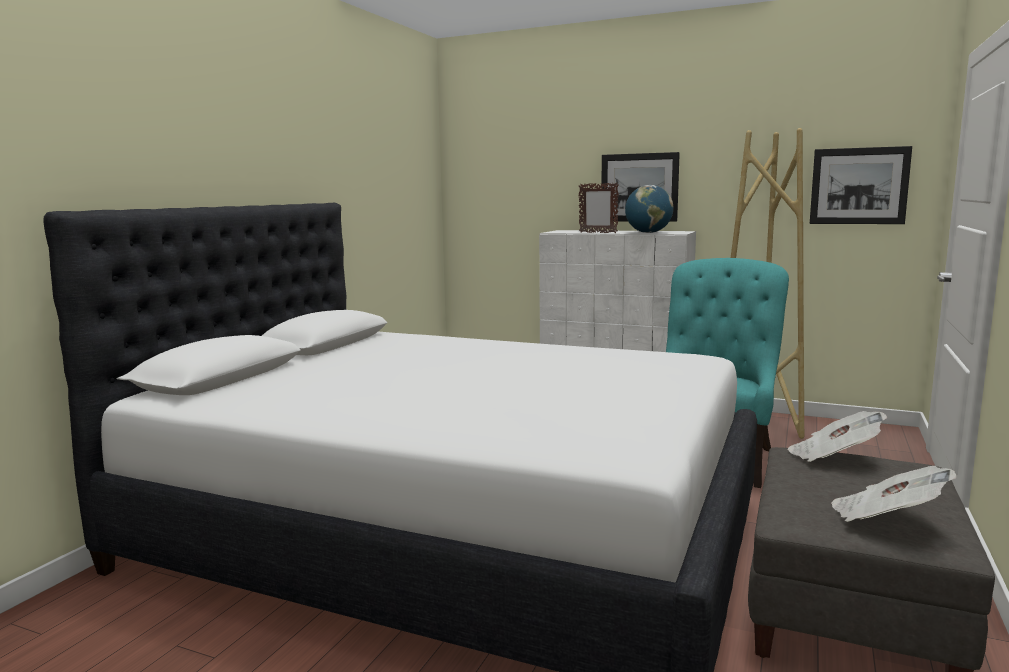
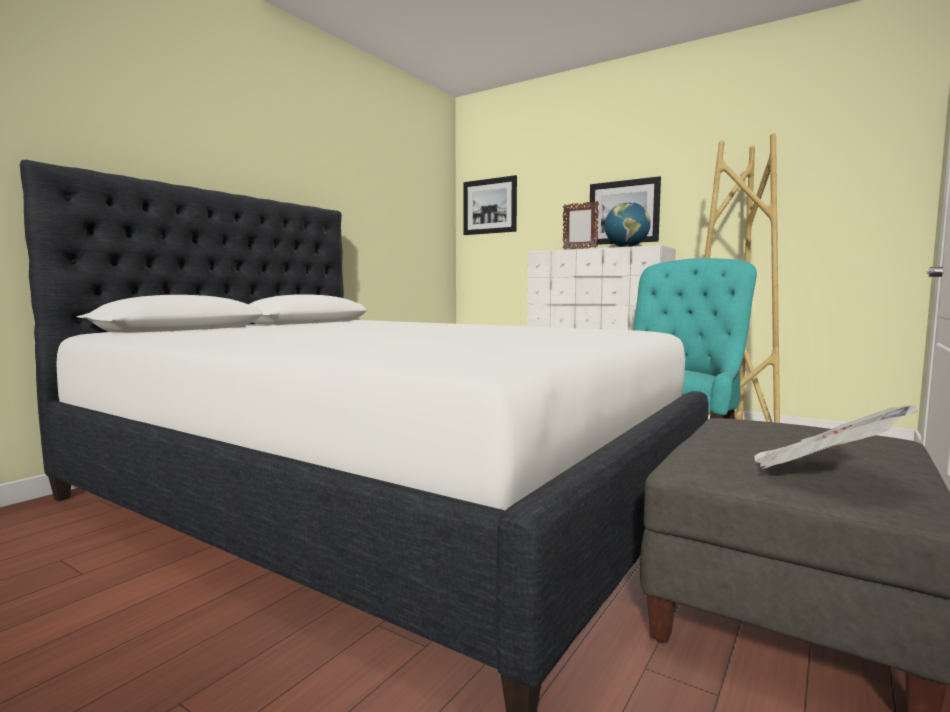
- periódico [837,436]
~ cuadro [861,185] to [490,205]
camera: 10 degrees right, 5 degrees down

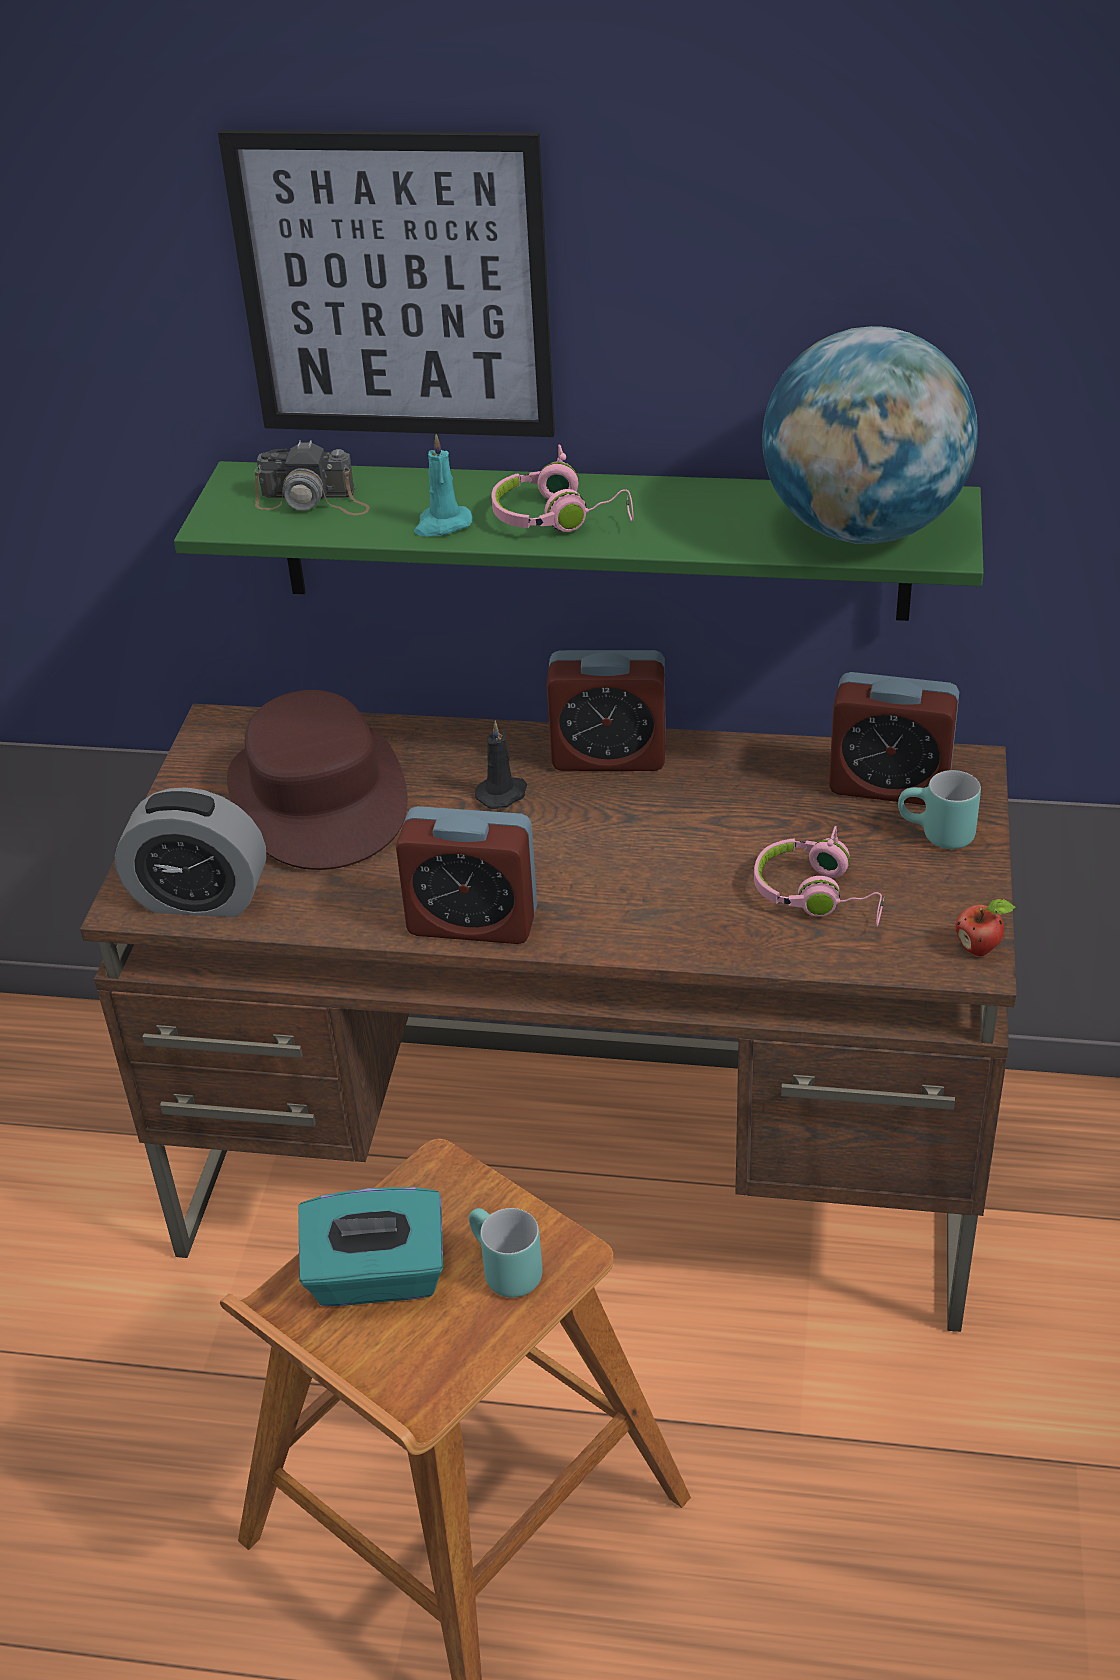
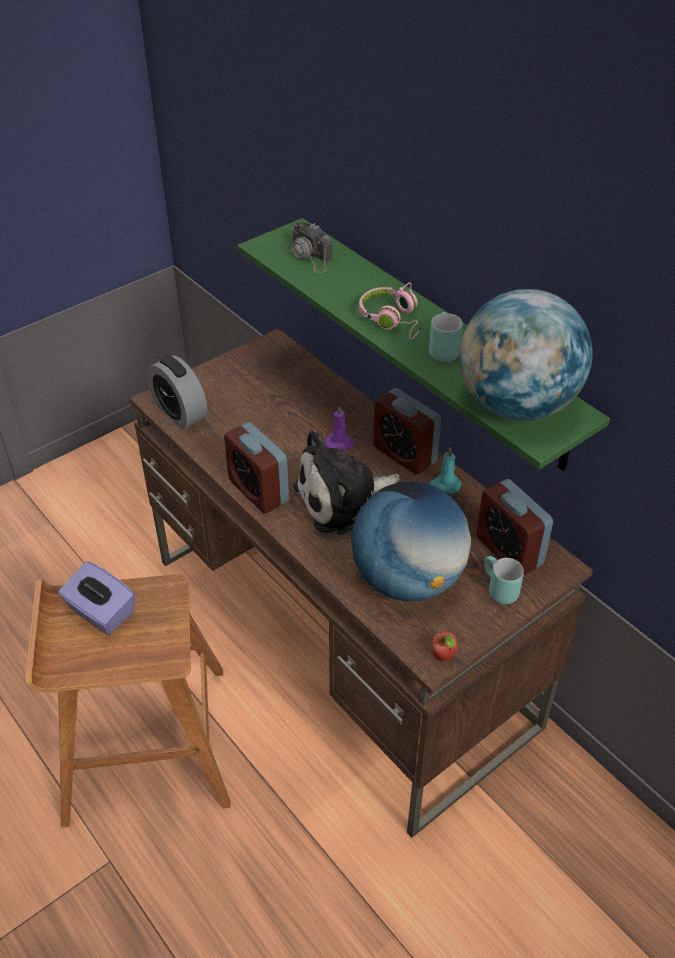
- cuadro [386,283]
- sombrero [marrón] [317,780]
~ caja de pañuelos [turquesa] [370,1246] to caja de pañuelos [morado] [96,598]
~ vela [turquesa] [443,485] to [445,470]
~ taza grande [turquesa] [505,1253] to [446,337]
~ vela [negro] [501,765] to vela [morado] [340,427]
~ auriculares [rosa] [819,876] to globo terráqueo [411,541]
+ peluche [346,482]
camera: 40 degrees right, 5 degrees up

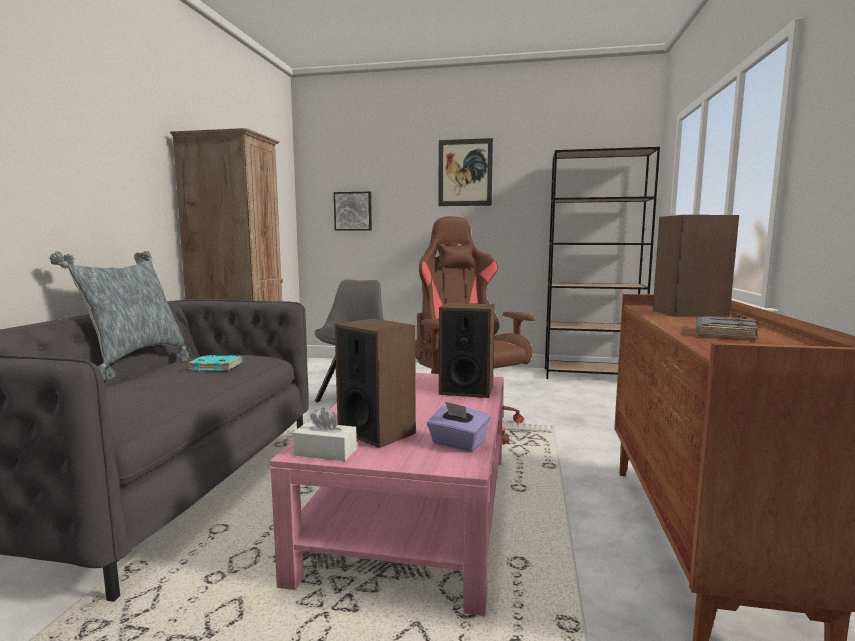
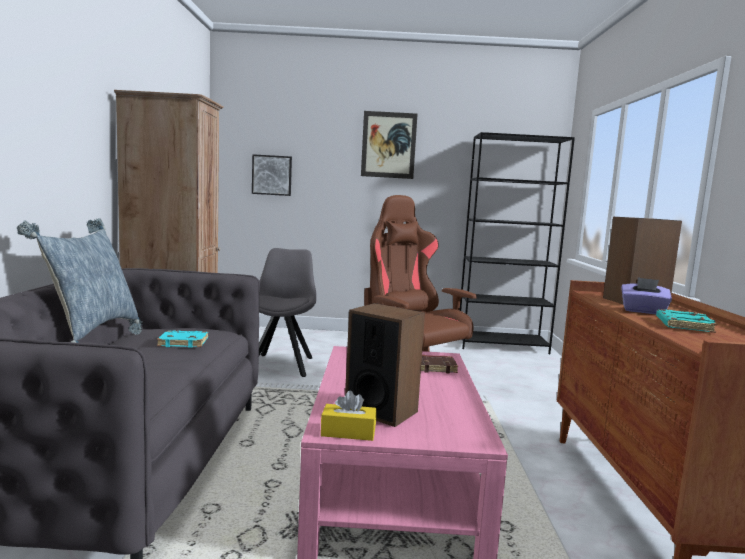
~ caja de pañuelos [blanco] [325,434] to caja de pañuelos [amarillo] [348,416]
~ caja de pañuelos [morado] [458,427] to [646,296]
~ altavoz [466,350] to libro [marrón] [439,364]
~ estantería [beis] [602,263] to estantería [negro] [517,243]
~ libro [gris] [727,327] to libro [turquesa] [686,321]
camera: 10 degrees left, 0 degrees up

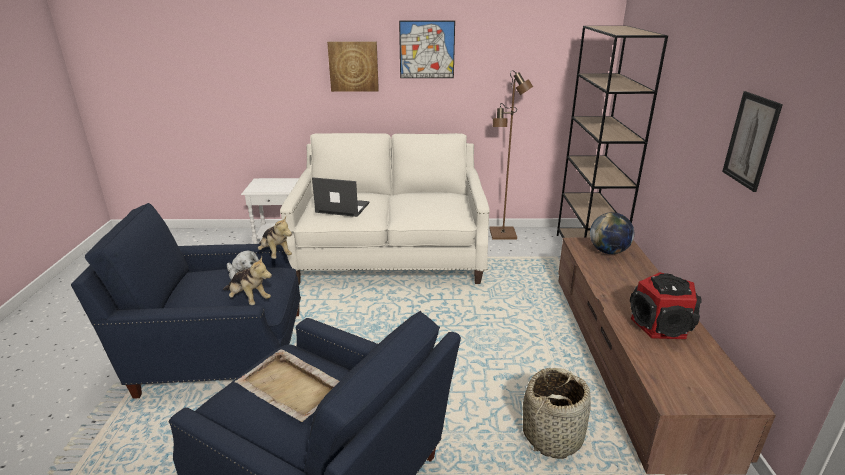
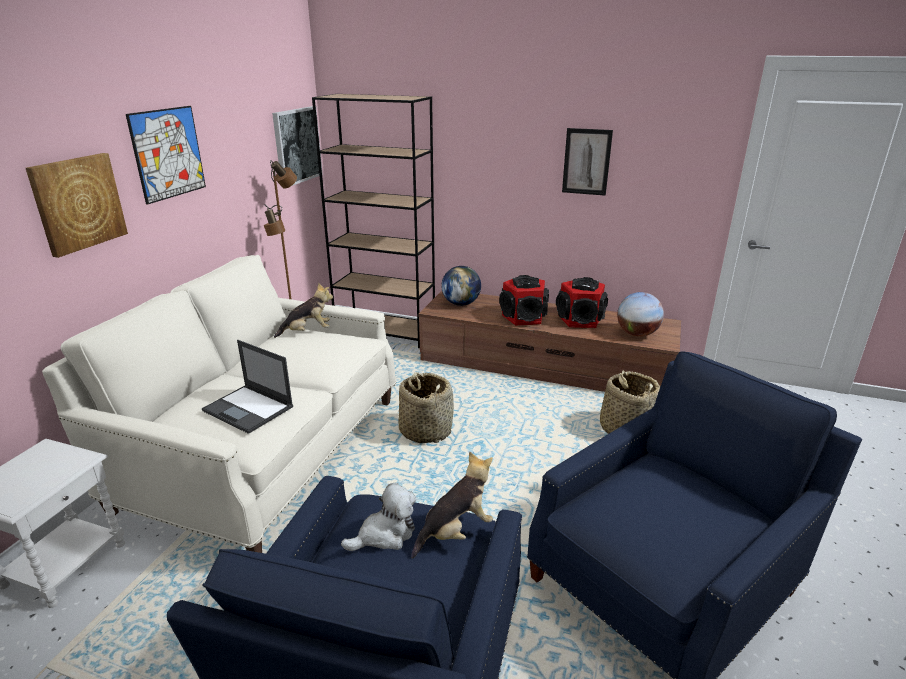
- bandeja [beis] [287,385]
~ peluche [275,237] to [303,310]
~ portátil [340,197] = [247,387] 90 degrees counterclockwise
+ cuadro [297,146]
+ cesta [426,407]
+ altavoz [524,300]
+ globo terráqueo [640,314]
camera: 70 degrees left, 0 degrees up

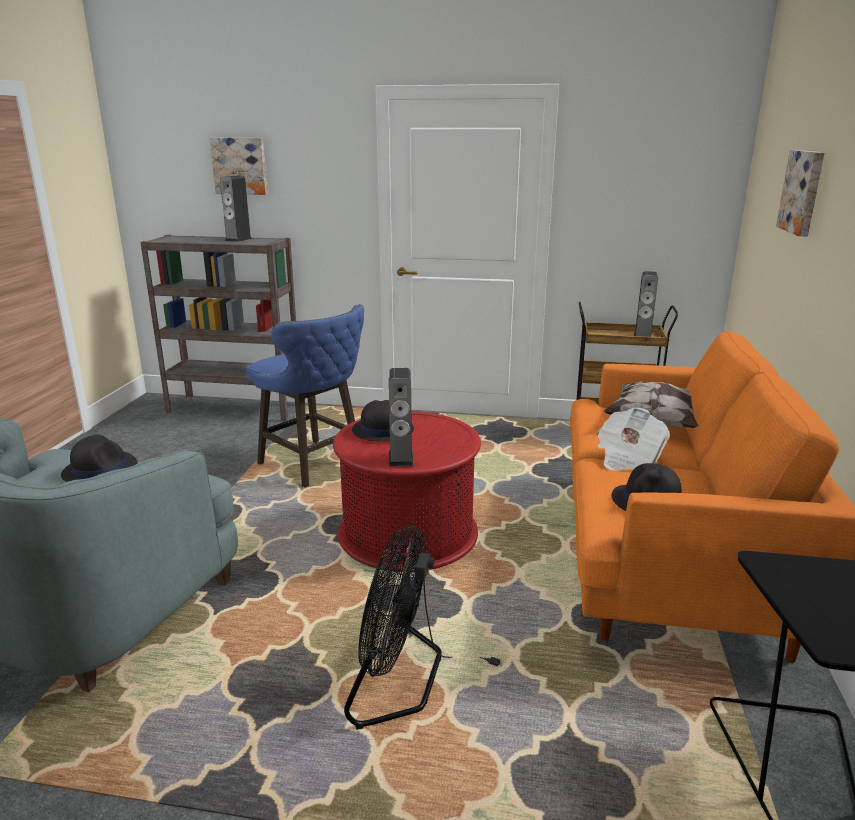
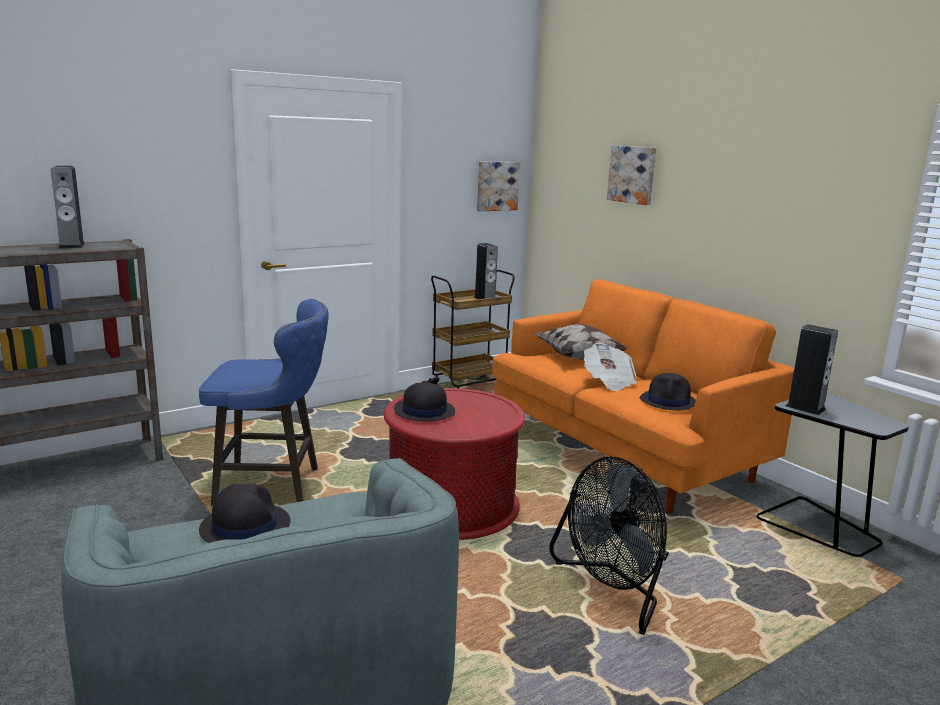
~ cuadro [238,166] to [498,187]
~ altavoz [401,417] to [812,369]
camera: 45 degrees left, 5 degrees down

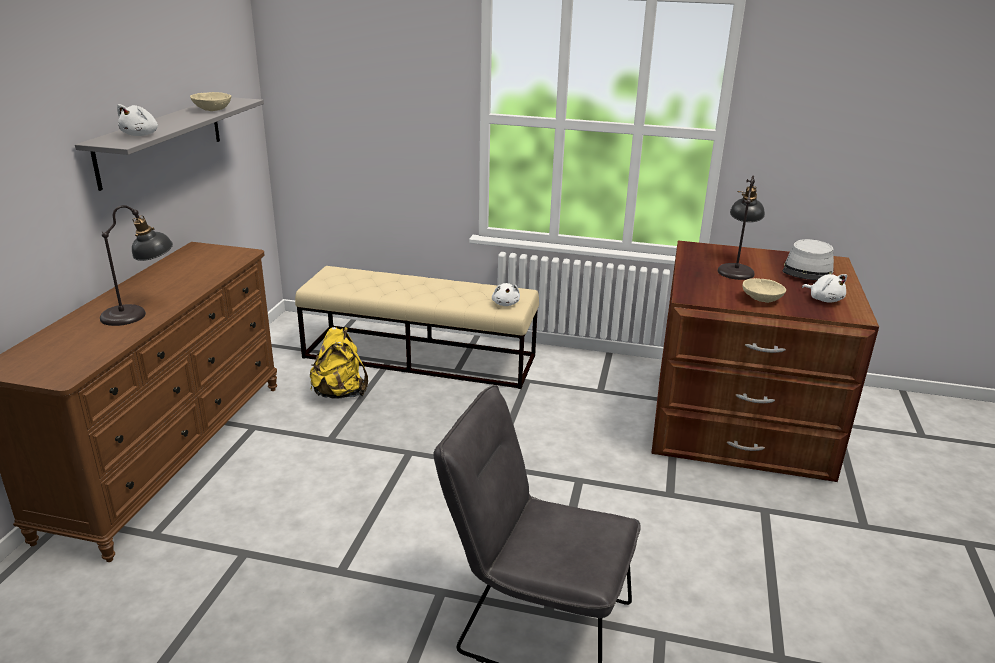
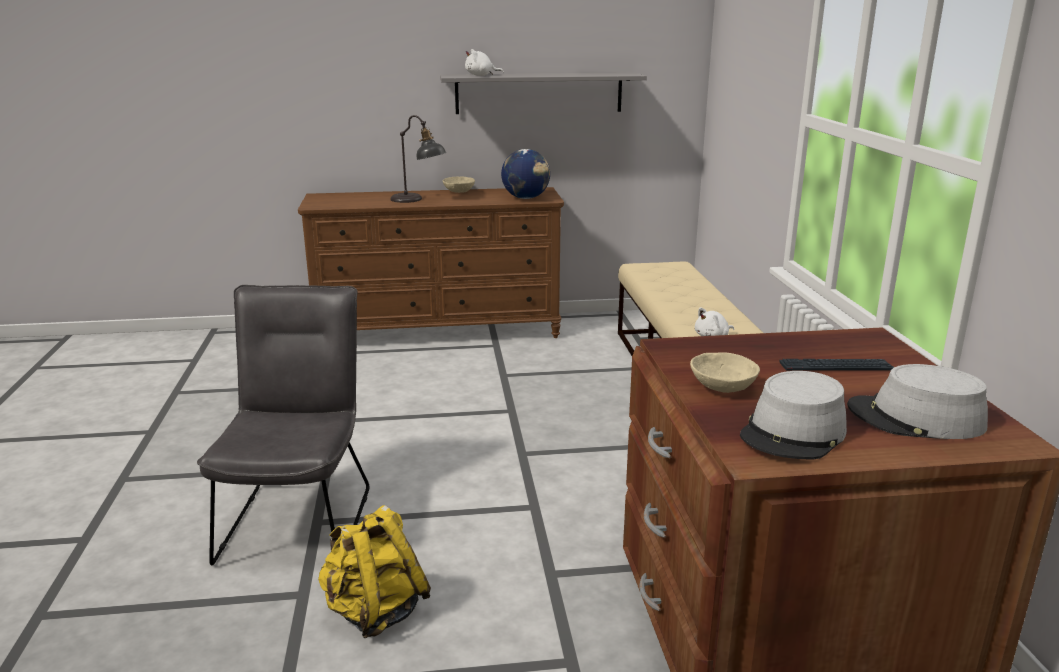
~ cuenco [beis] [210,101] to [459,185]
~ mochila [amarillo] [339,363] to [374,571]
~ lámpara de mesa [gris] [741,228] to teclado [836,364]
~ peluche [blanco] [824,288] to sombrero [gris] [793,415]
+ globo terráqueo [525,174]
camera: 70 degrees right, 5 degrees down

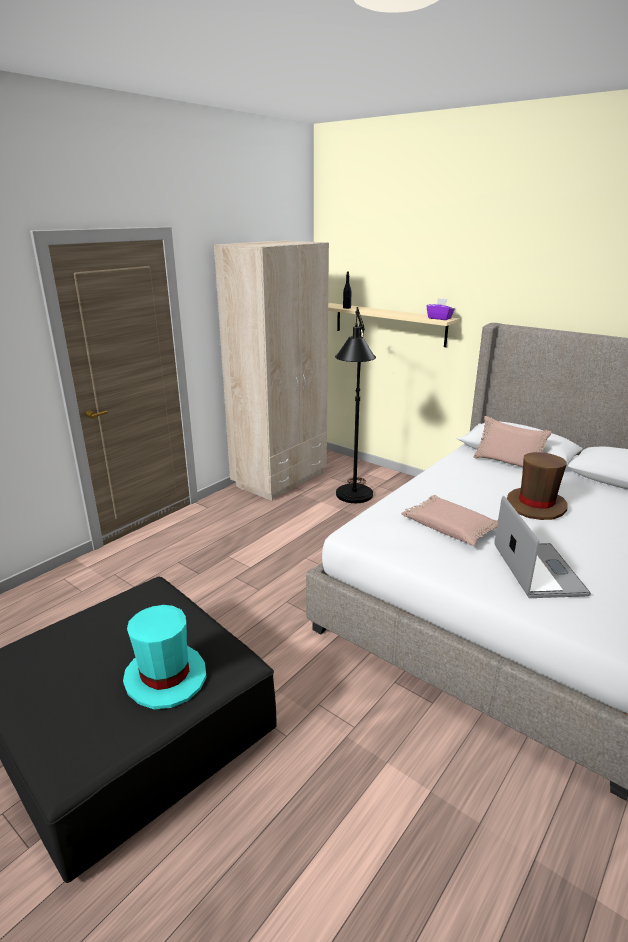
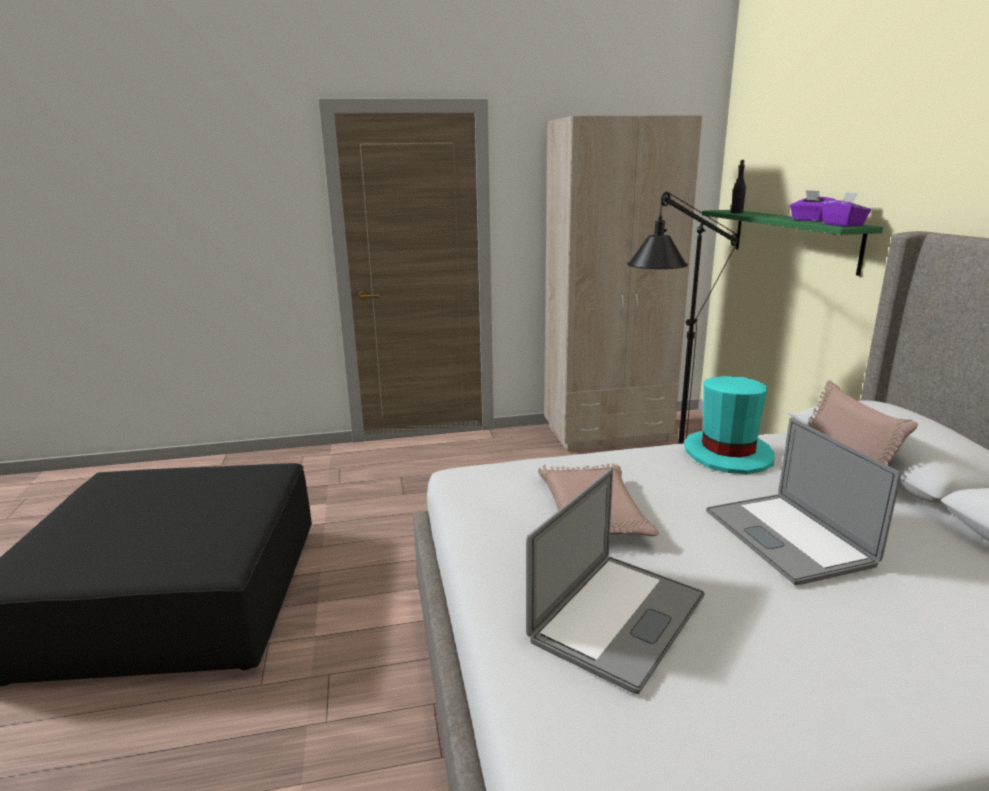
~ sombrero [turquesa] [165,657] to [729,425]
~ estante [beis] [394,325] to estante [verde] [792,243]
~ sombrero [marrón] [537,486] to portátil [803,501]
+ caja de pañuelos [morado] [813,206]
camera: 40 degrees right, 5 degrees down

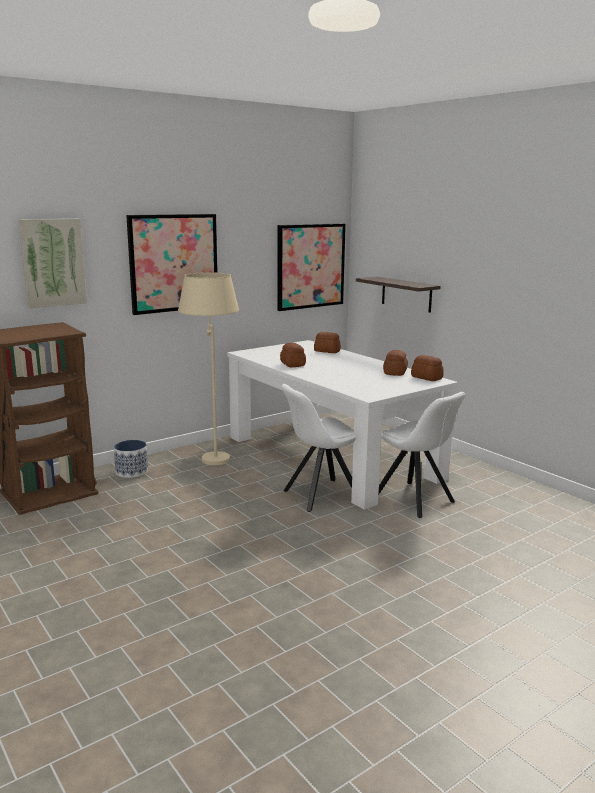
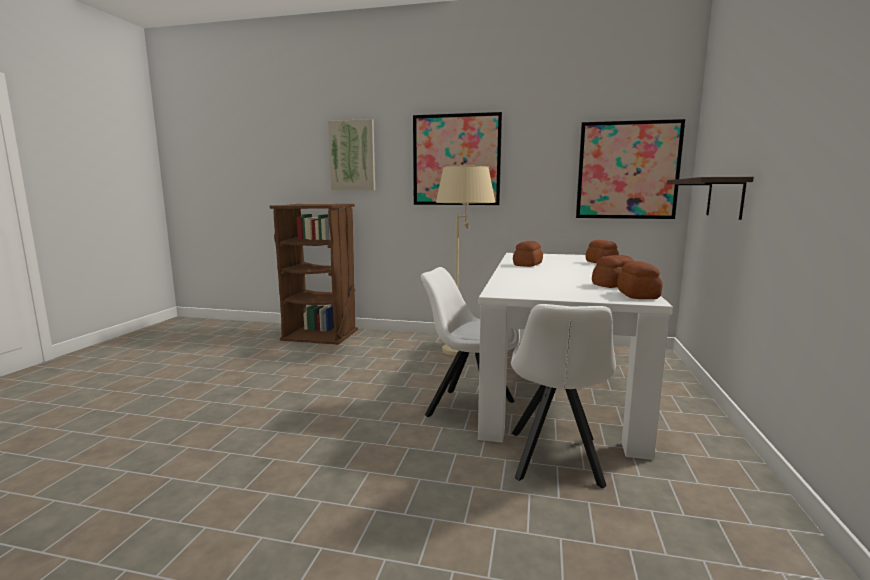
- maceta [131,459]
camera: 50 degrees right, 5 degrees down

